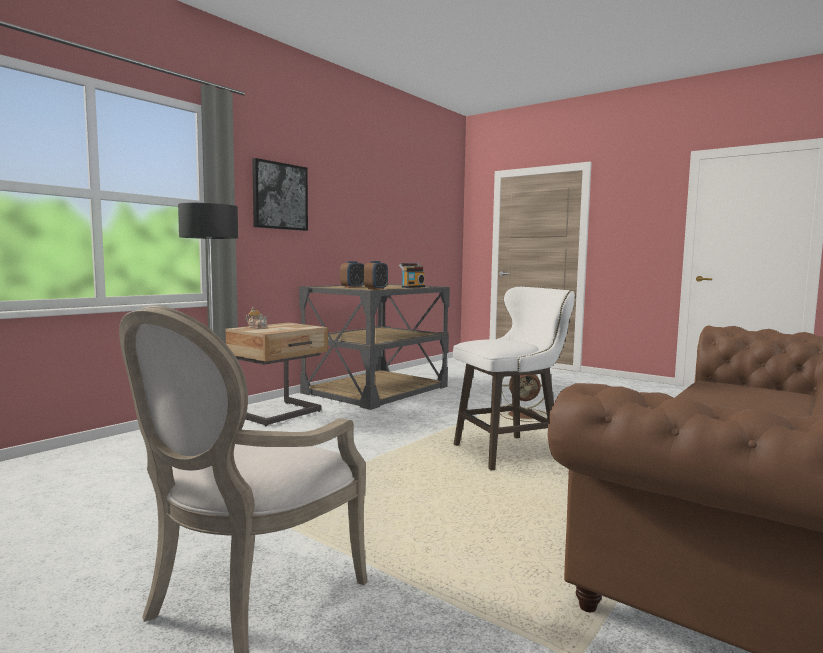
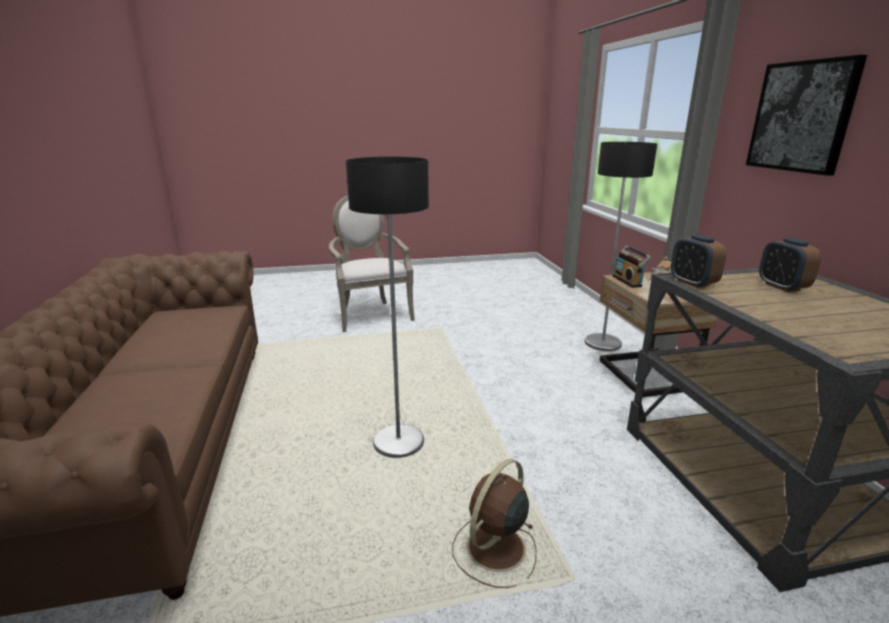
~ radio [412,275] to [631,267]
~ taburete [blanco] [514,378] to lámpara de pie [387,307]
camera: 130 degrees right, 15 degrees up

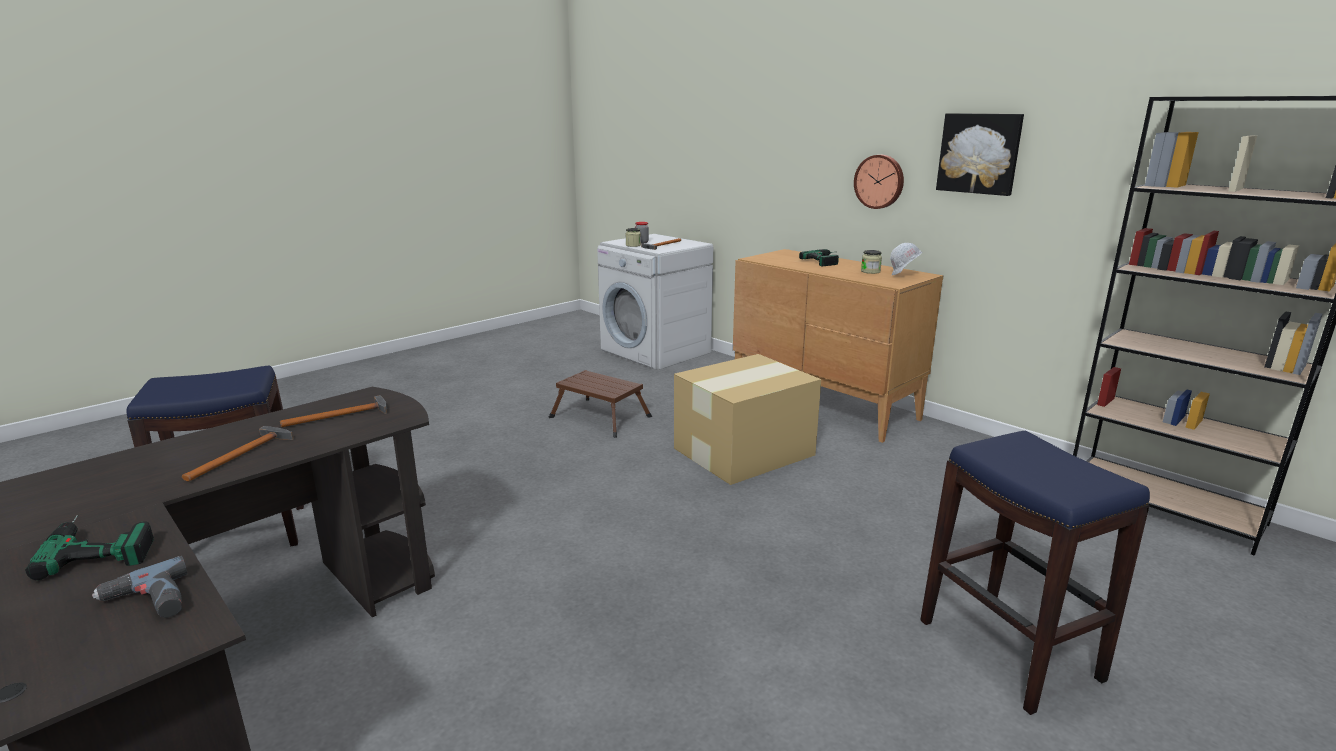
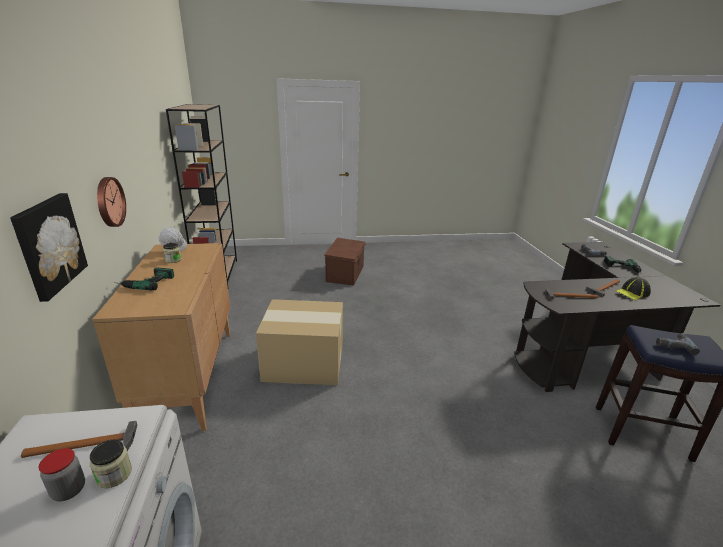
- escalera de tijera [marrón] [600,404]
~ taburete [1035,573] to caja de almacenaje [marrón] [345,262]
~ cuadro [980,154] to [49,247]
+ gorra [633,288]
+ taladro [678,344]
camera: 145 degrees left, 5 degrees up

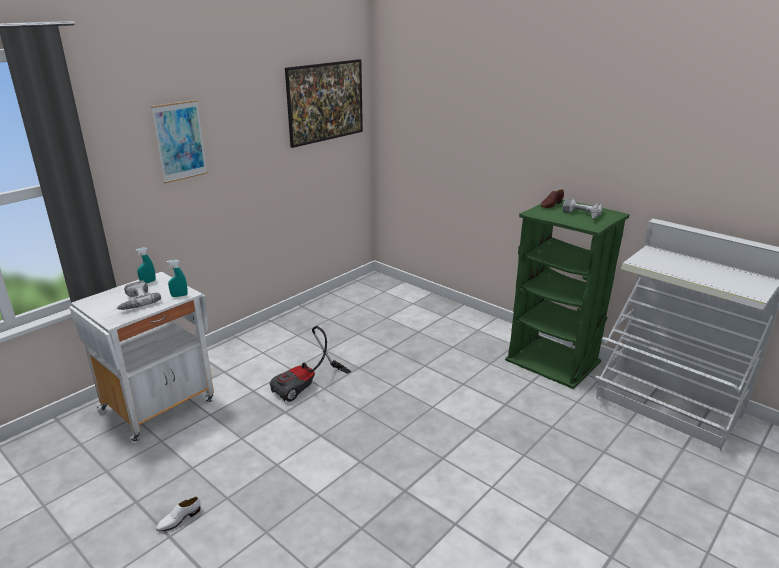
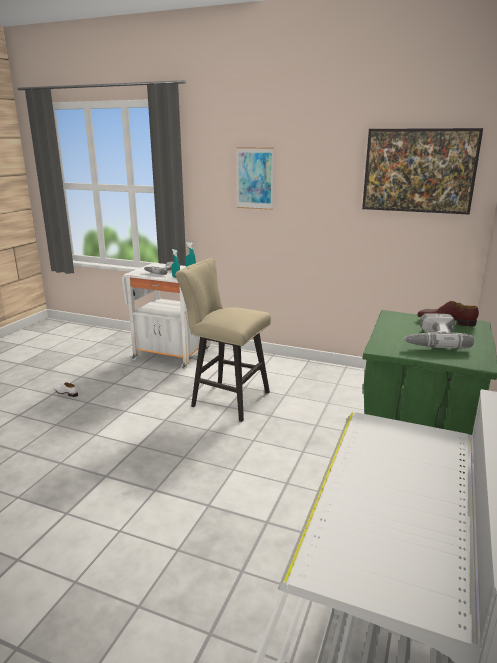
~ aspiradora [310,364] to taburete [beis] [223,340]
camera: 70 degrees right, 5 degrees down

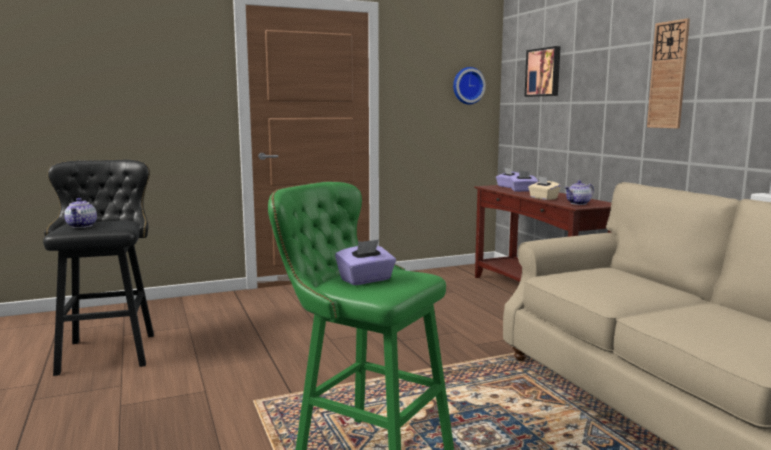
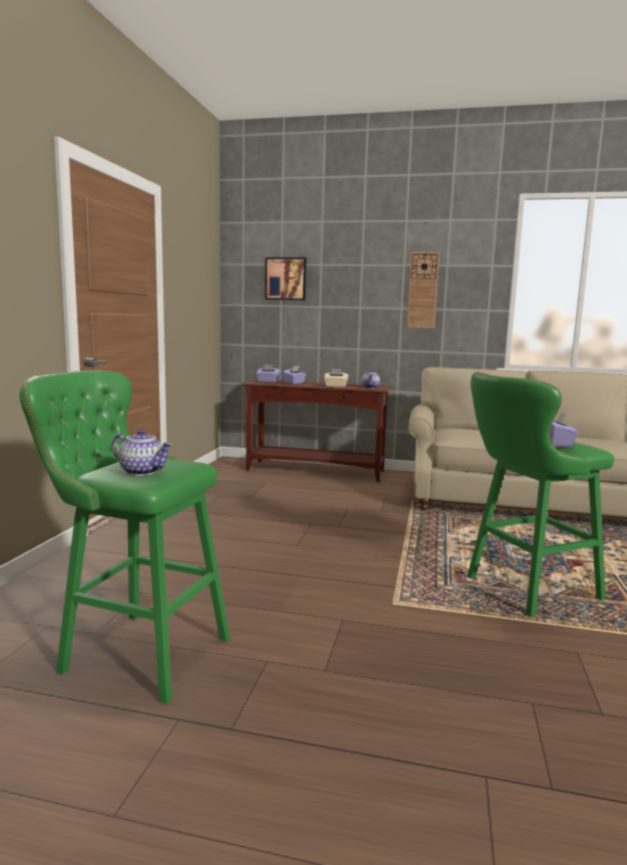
~ taburete [negro] [98,267] to taburete [verde] [124,537]
- reloj de pared [469,86]
camera: 55 degrees left, 0 degrees up

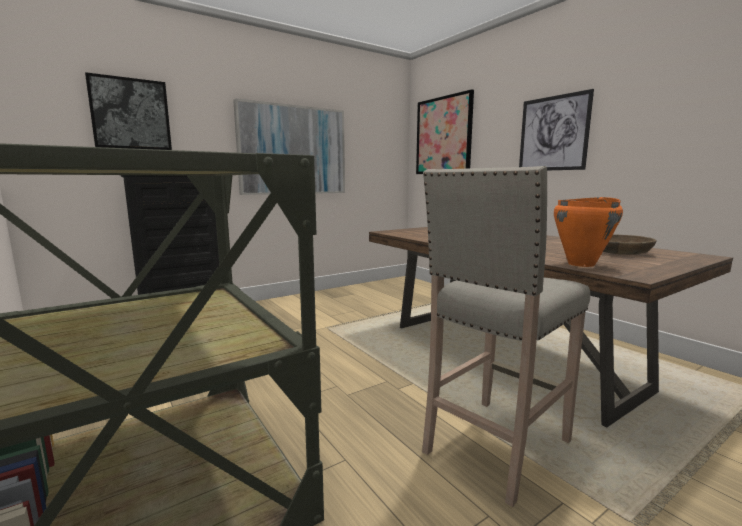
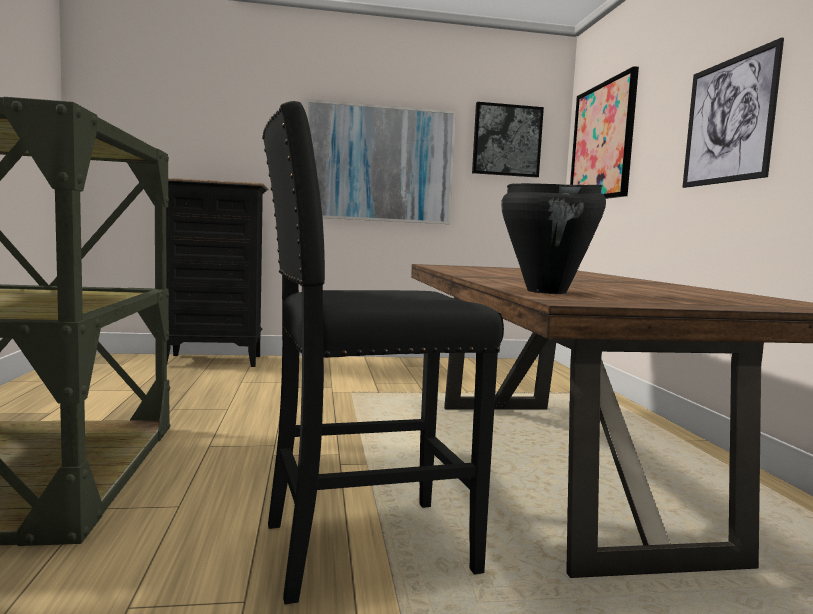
~ cuadro [128,111] to [508,139]
~ taburete [beis] [506,336] to taburete [negro] [383,352]
~ olla [naranja] [588,232] to olla [negro] [553,238]
- cuenco [marrón] [630,244]
camera: 25 degrees right, 5 degrees down

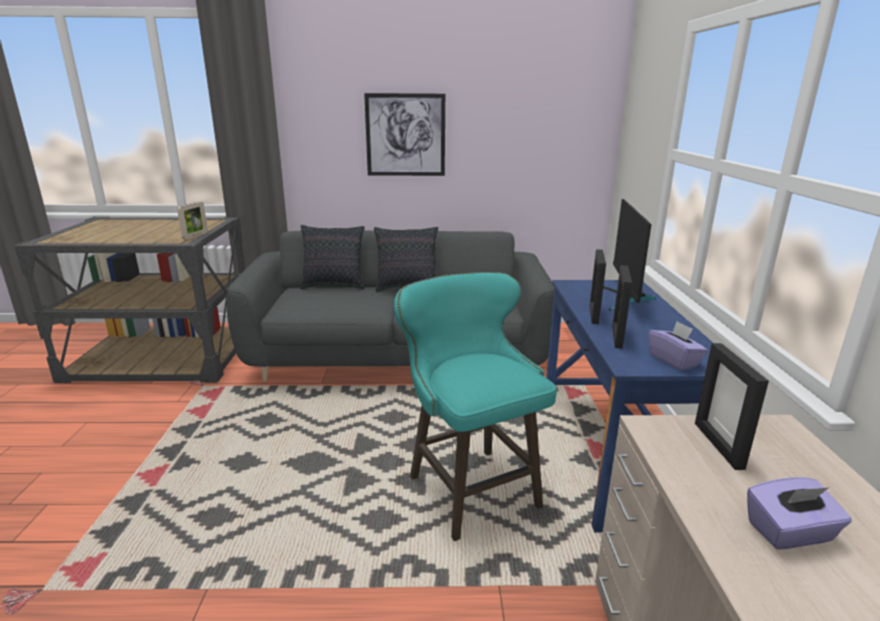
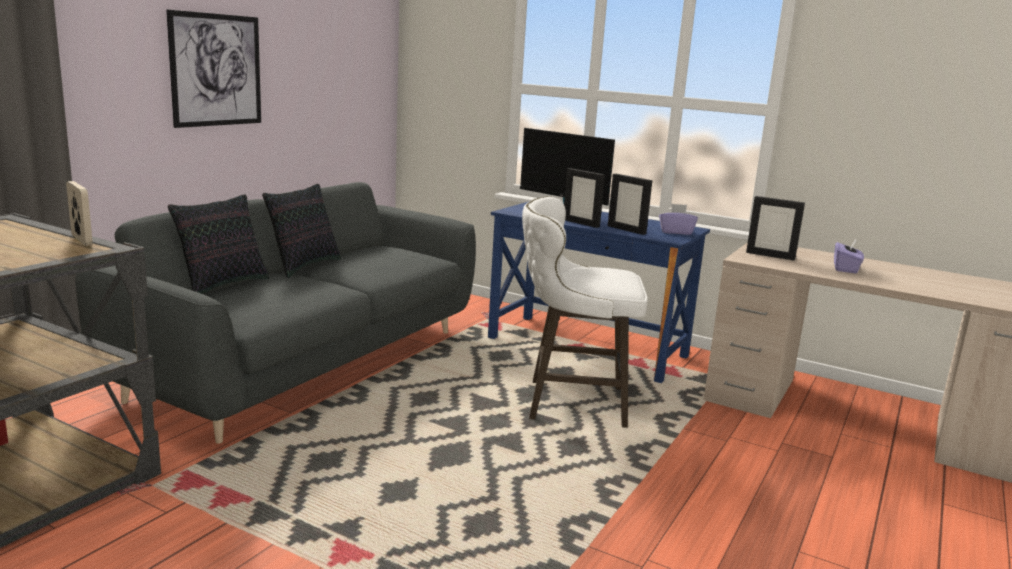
~ taburete [turquesa] [475,406] to taburete [blanco] [585,312]
camera: 60 degrees left, 5 degrees down

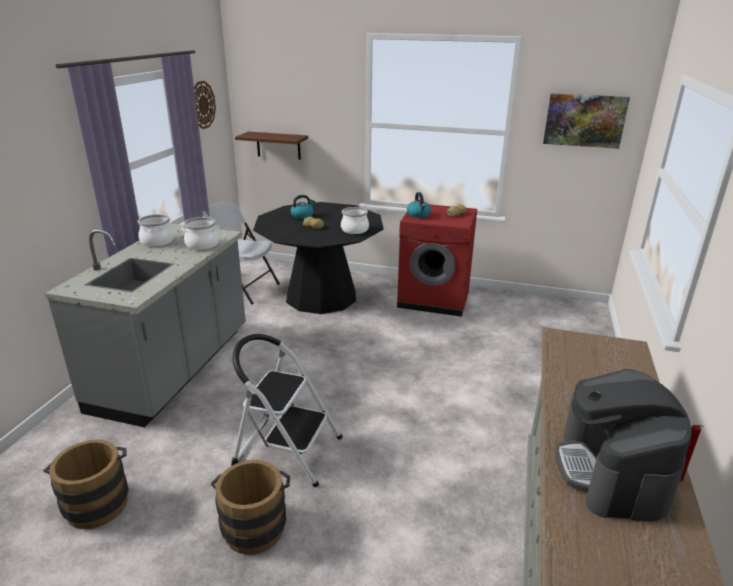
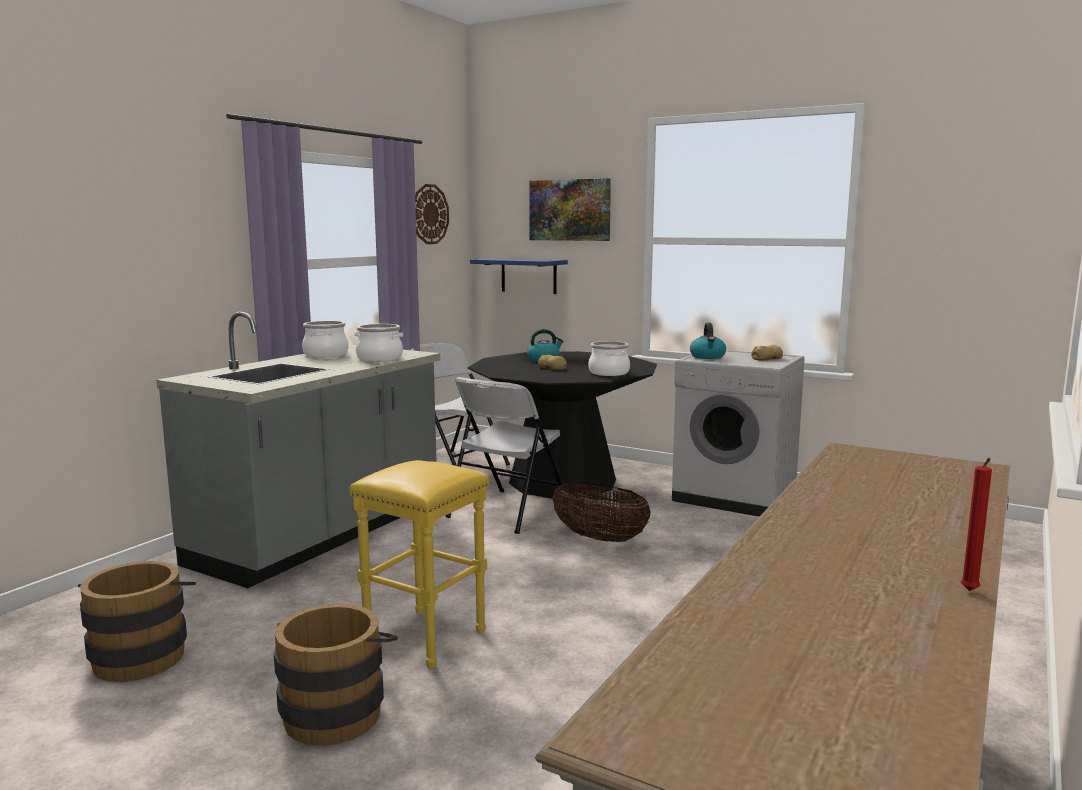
~ escalera de tijera [287,410] to taburete [amarillo] [419,564]
~ estante [marrón] [271,145] to estante [azul] [519,276]
~ lavadora [rojo] [437,260] to lavadora [blanco] [738,433]
~ cuadro [586,121] to [570,209]
- cafetera [623,445]
+ silla [blanco] [504,455]
+ cesta [602,512]
camera: 15 degrees right, 15 degrees down

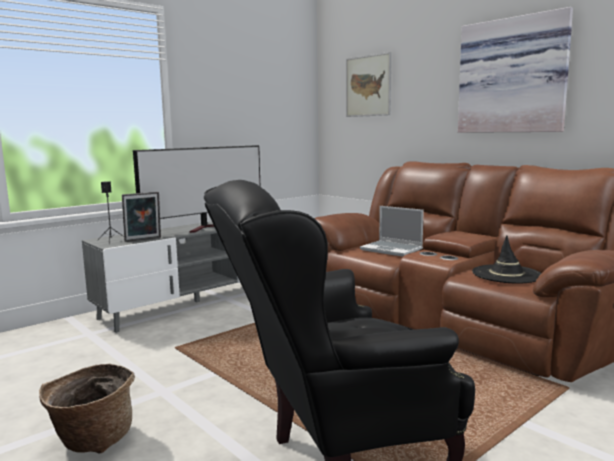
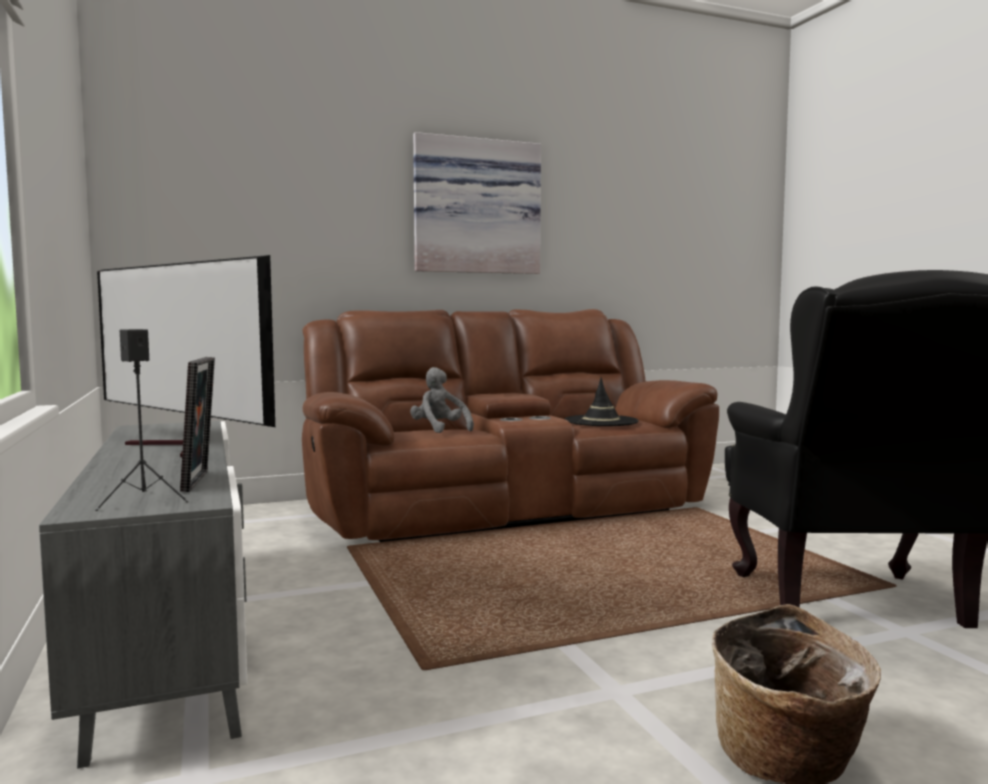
~ televisor [196,189] = [186,356] 150 degrees clockwise
- cuadro [368,84]
~ portátil [392,231] to peluche [gris] [442,400]
camera: 70 degrees left, 5 degrees down

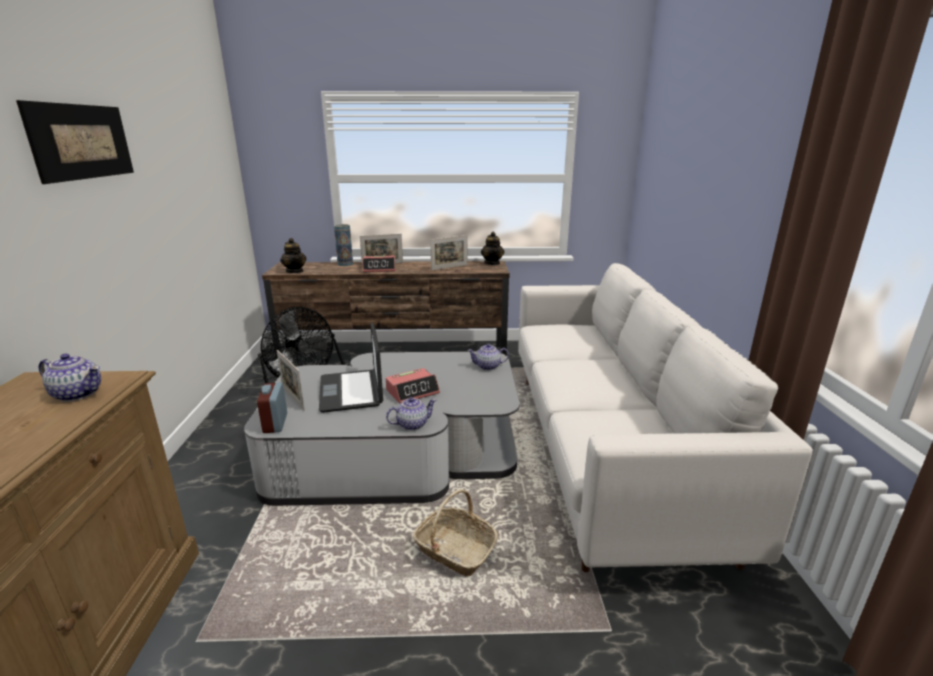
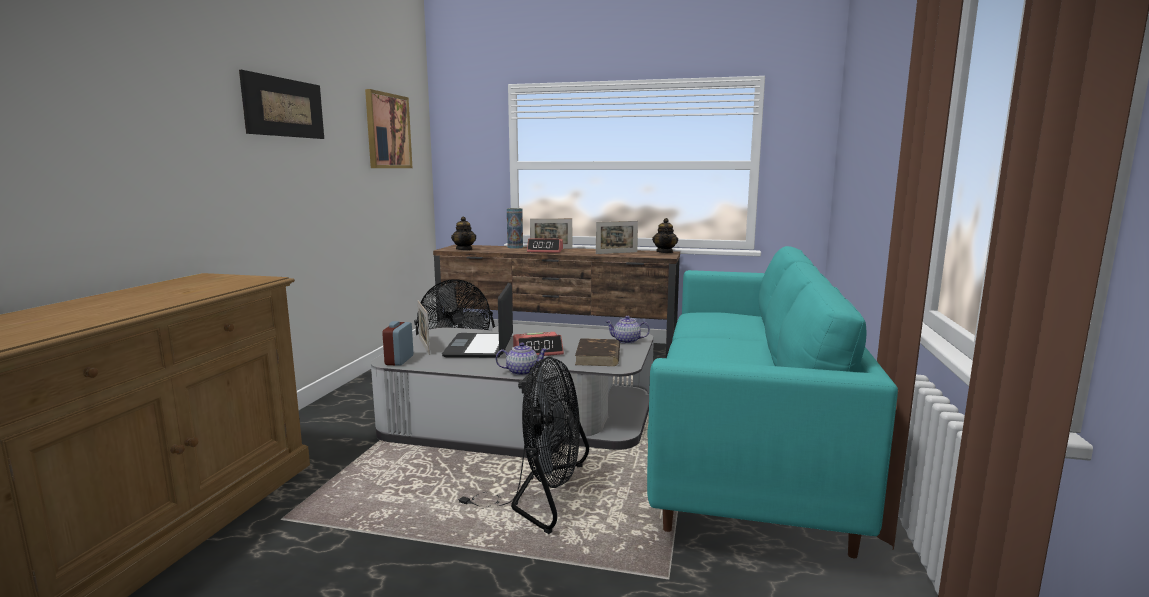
- tetera [70,377]
~ cesta [455,532] to ventilador [negro] [524,445]
~ sofá [blanco] [665,417] to sofá [turquesa] [772,402]
+ cuadro [388,128]
+ libro [marrón] [597,352]
camera: 15 degrees right, 10 degrees down

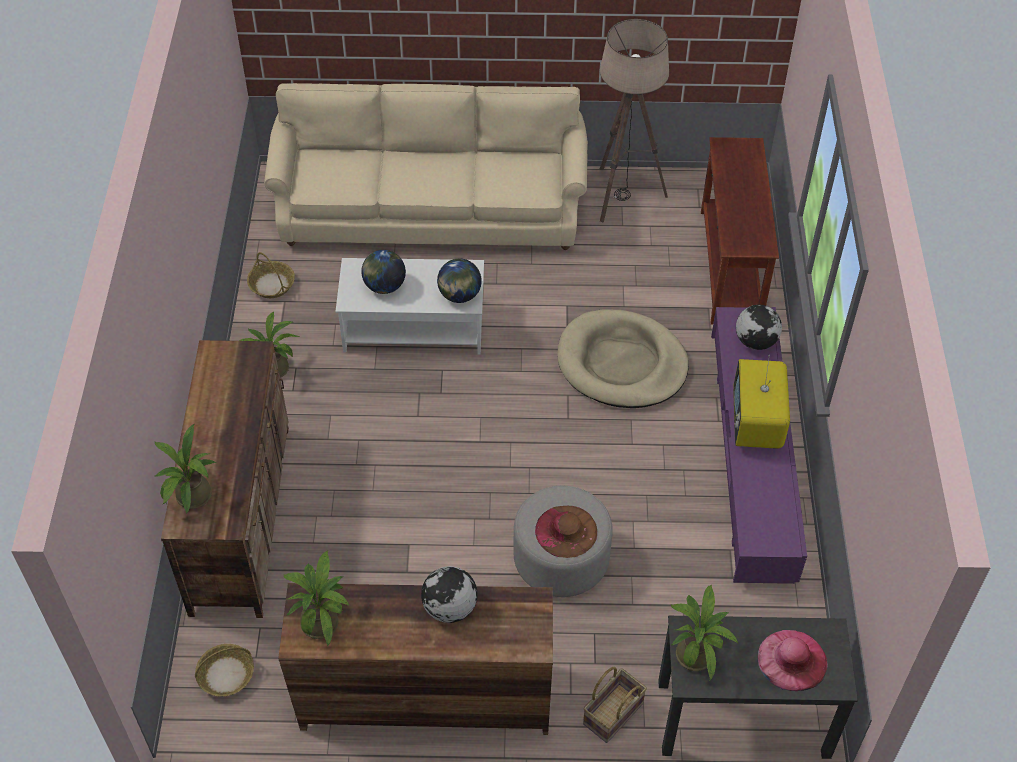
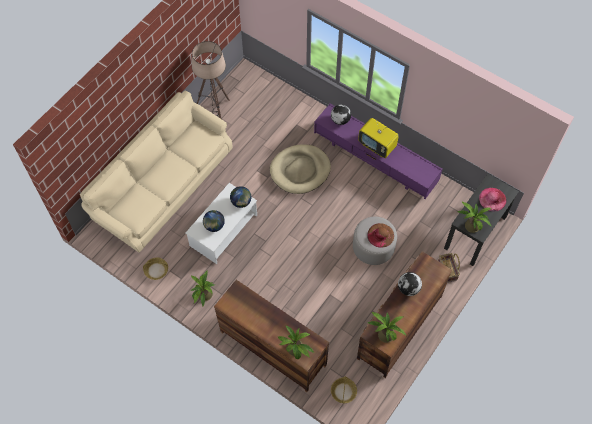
- mesa consola [marrón] [740,230]
camera: 55 degrees left, 10 degrees up

